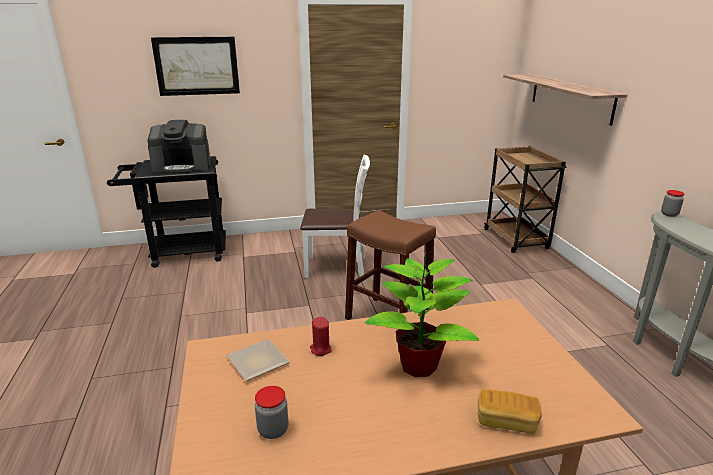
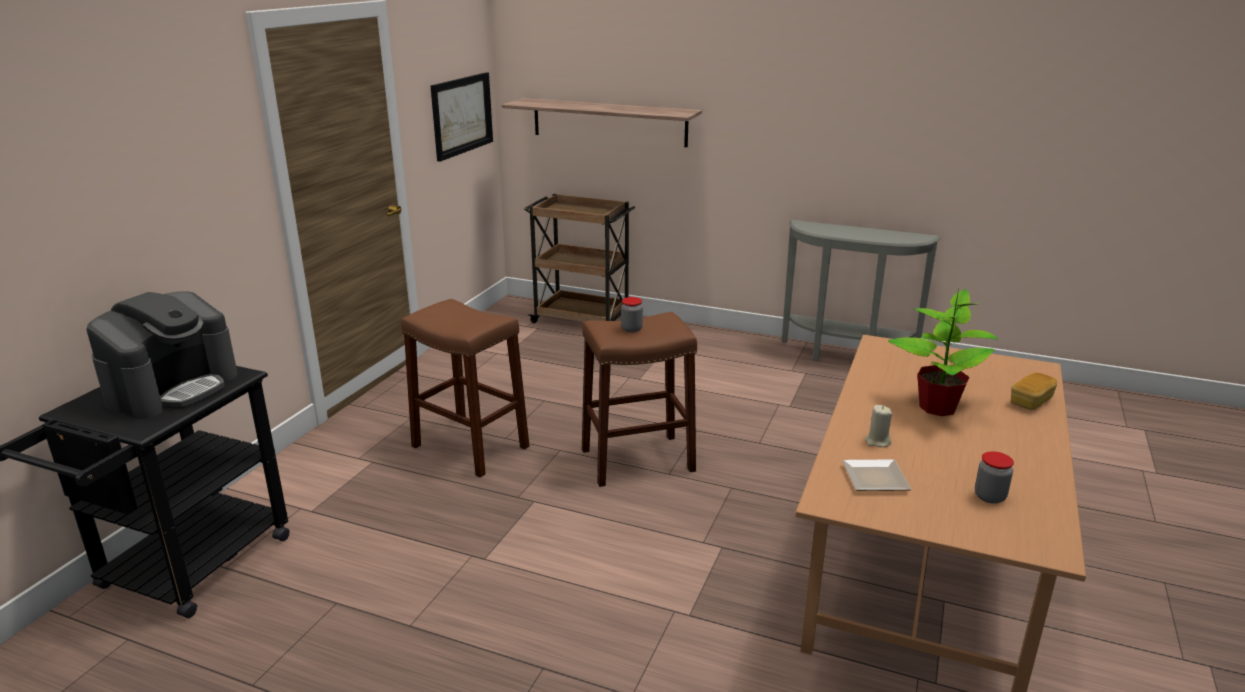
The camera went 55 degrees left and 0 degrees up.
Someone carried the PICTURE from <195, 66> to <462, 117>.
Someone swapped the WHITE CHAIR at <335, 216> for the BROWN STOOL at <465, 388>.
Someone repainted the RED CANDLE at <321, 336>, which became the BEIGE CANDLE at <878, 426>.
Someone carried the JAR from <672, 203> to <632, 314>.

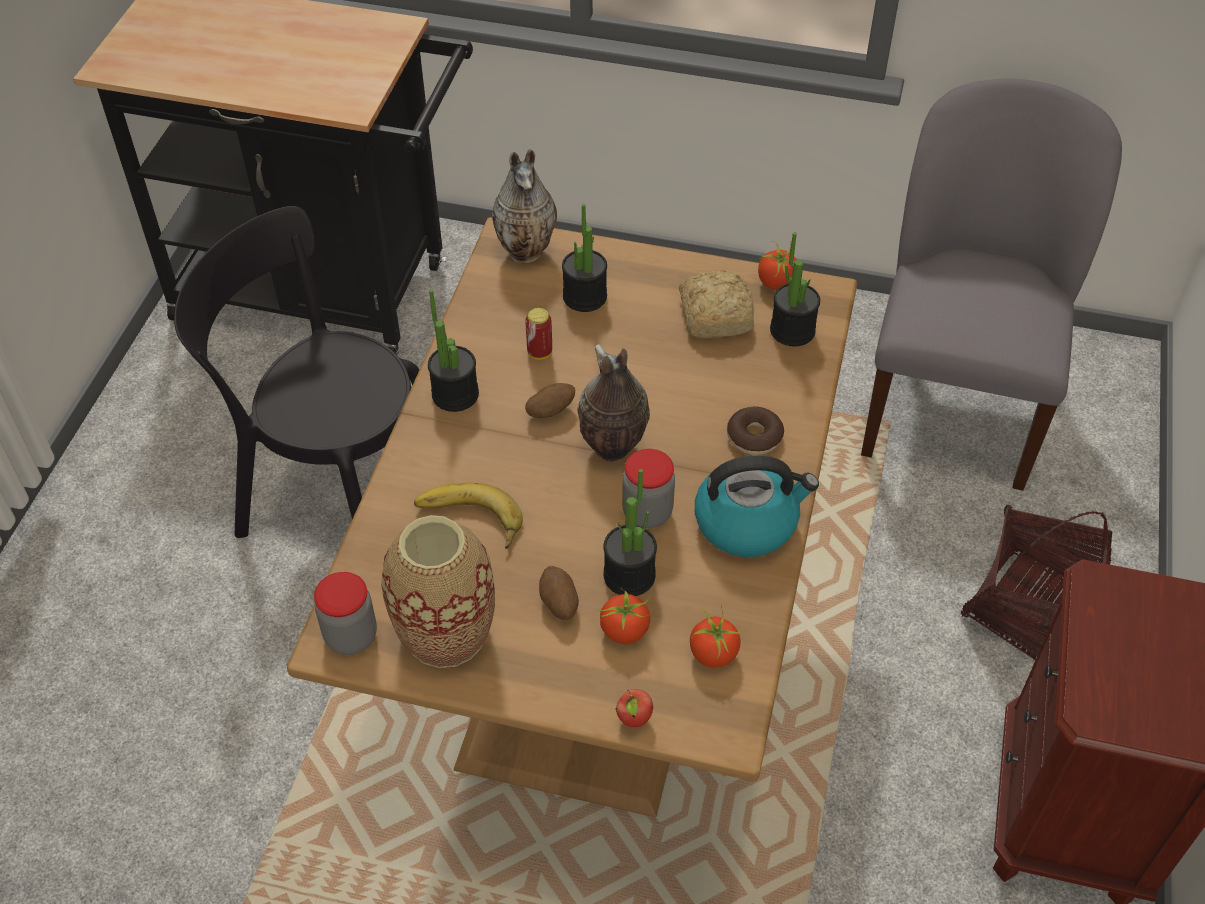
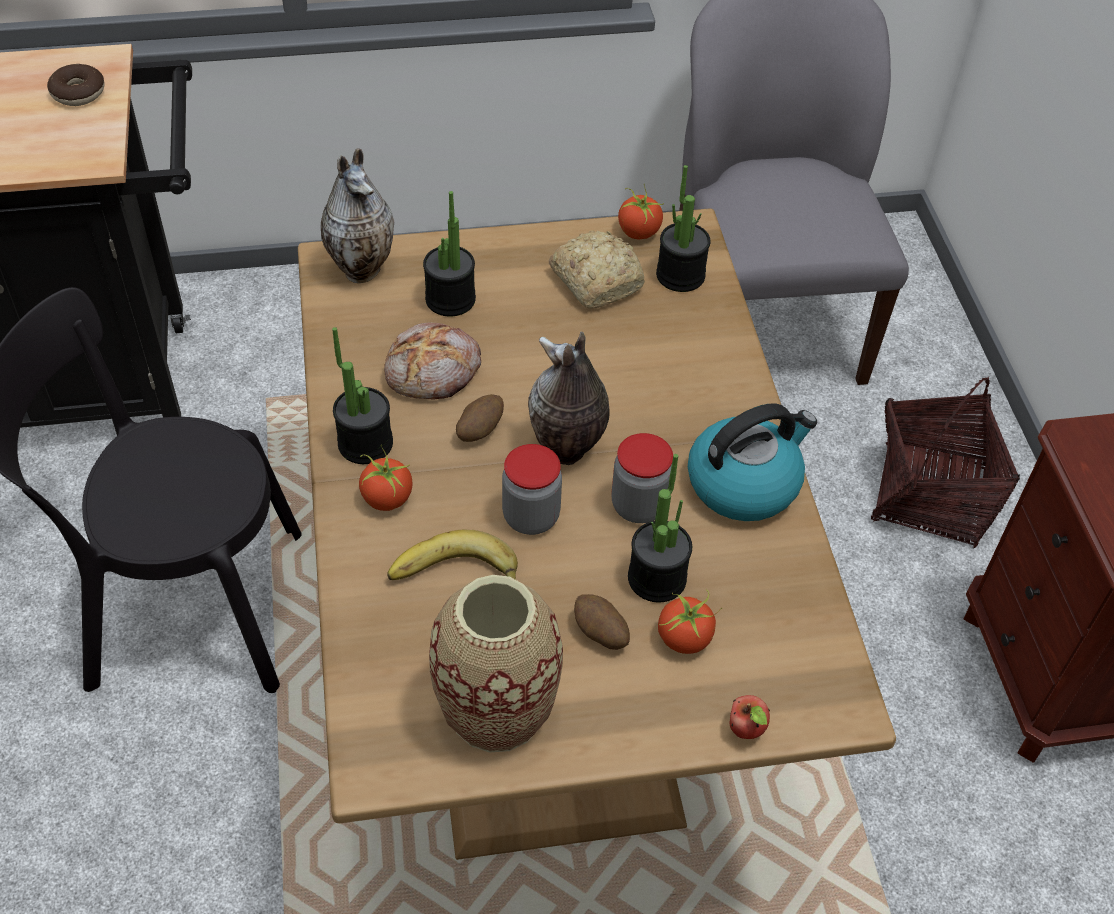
The camera went 25 degrees left and 0 degrees up.
Someone carried the JAR from <345, 613> to <532, 489>.
Someone swapped the CAN at <538, 334> for the BREAD at <432, 361>.
Someone carried the TOMATO from <716, 636> to <385, 478>.
Someone carried the DONUT from <755, 431> to <75, 85>.

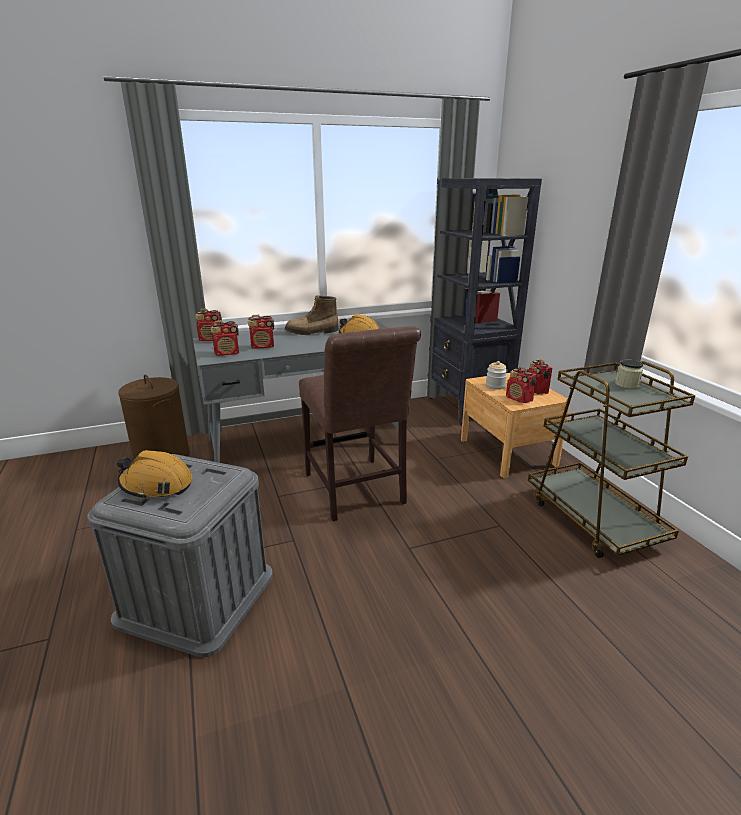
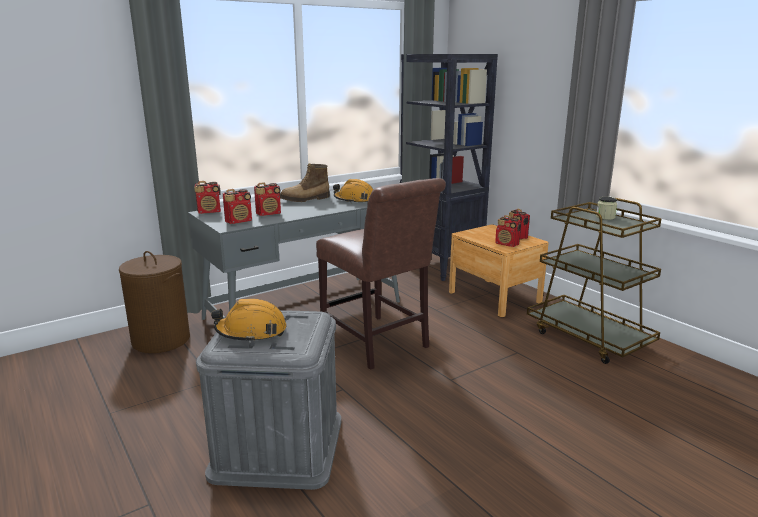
The camera went 15 degrees left and 5 degrees down.
Someone took away the JAR at <497, 375>.

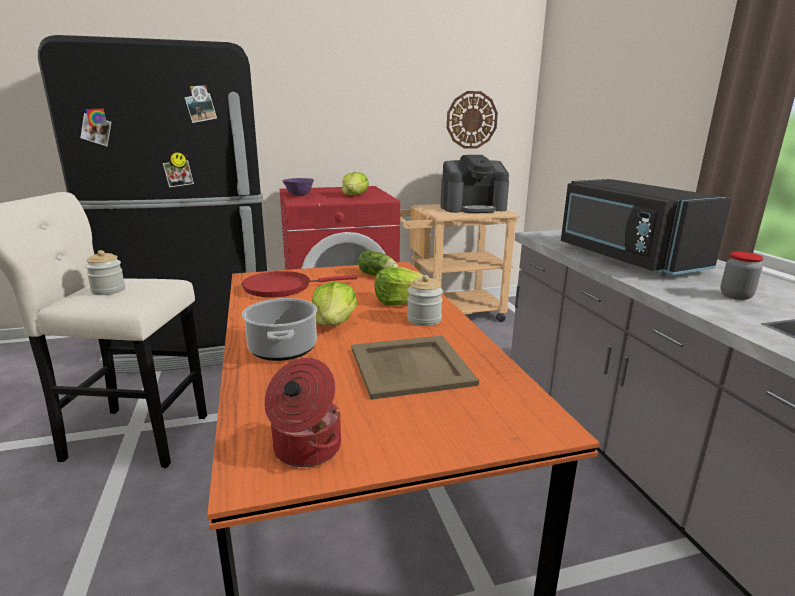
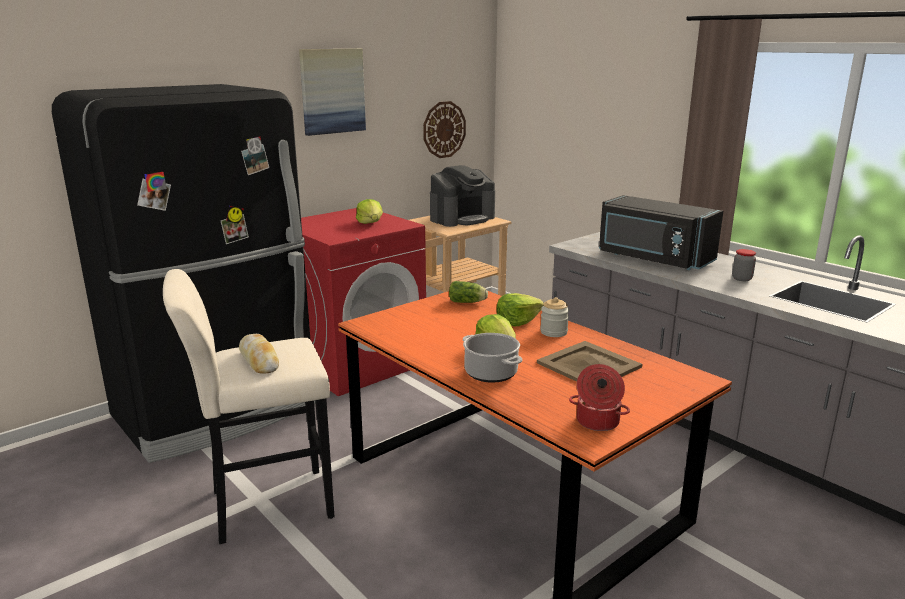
The camera went 25 degrees left and 0 degrees up.
Someone swapped the JAR at <105, 272> for the BREAD at <259, 354>.
Someone took away the RED FRYING PAN at <299, 284>.
Someone took away the PURPLE BOWL at <298, 187>.
Someone put up the PICTURE at <332, 92>.

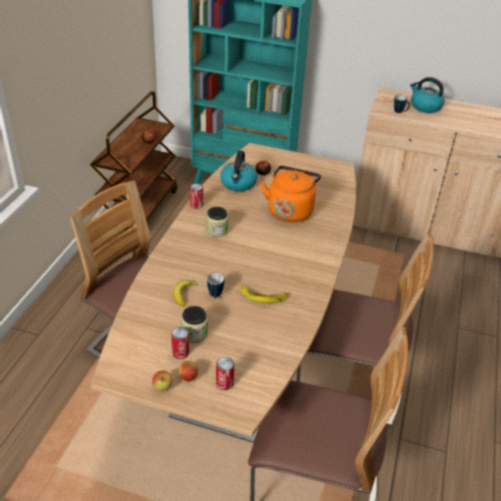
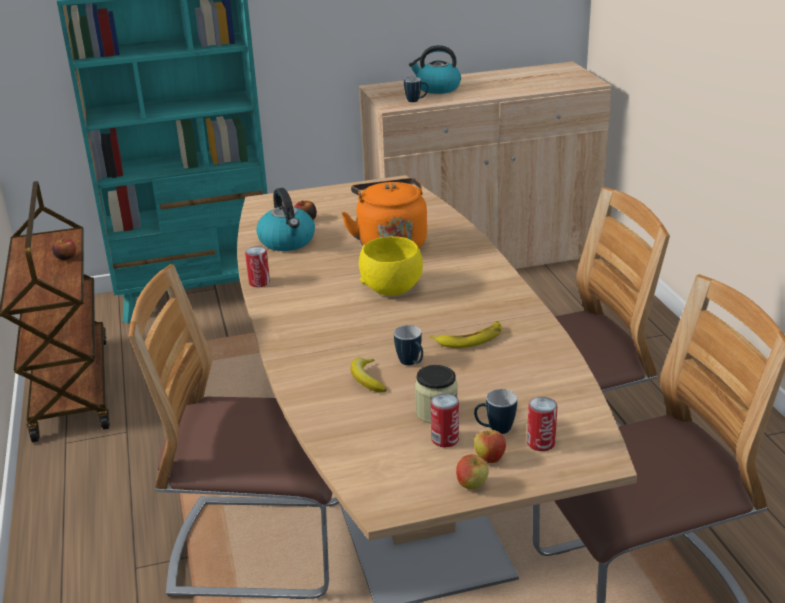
The camera went 30 degrees left and 10 degrees down.
Someone took away the JAR at <217, 222>.
Someone put down the YELLOW BOWL at <391, 266>.
Someone put down the MUG at <495, 411>.

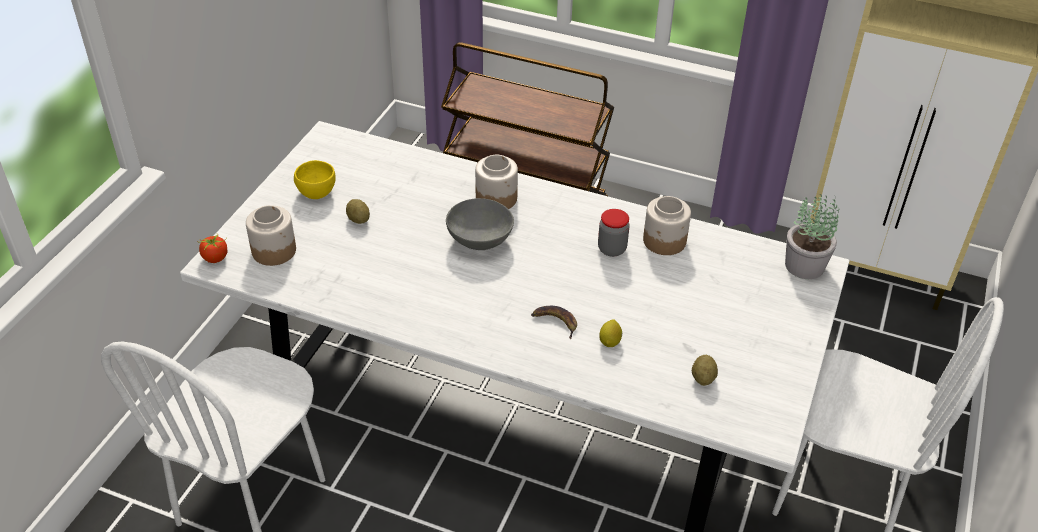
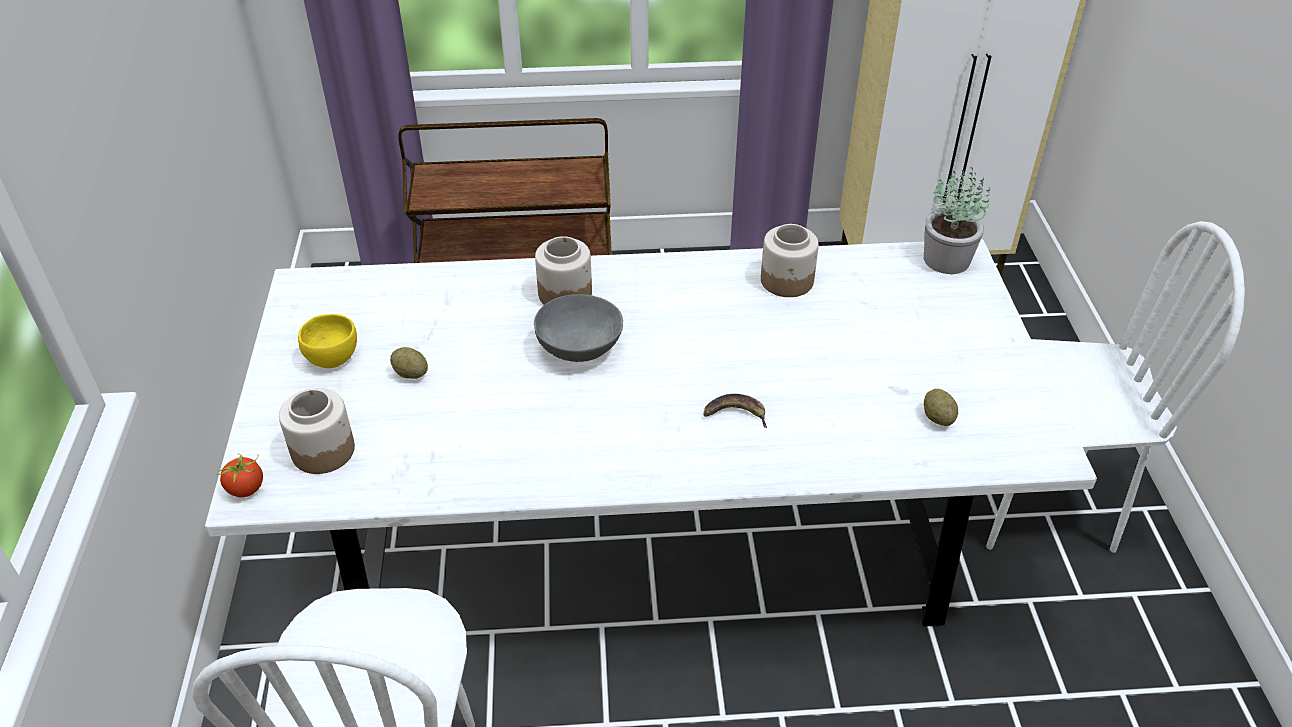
The camera went 25 degrees left and 0 degrees up.
Someone took away the JAR at <614, 233>.
Someone took away the LEMON at <610, 333>.

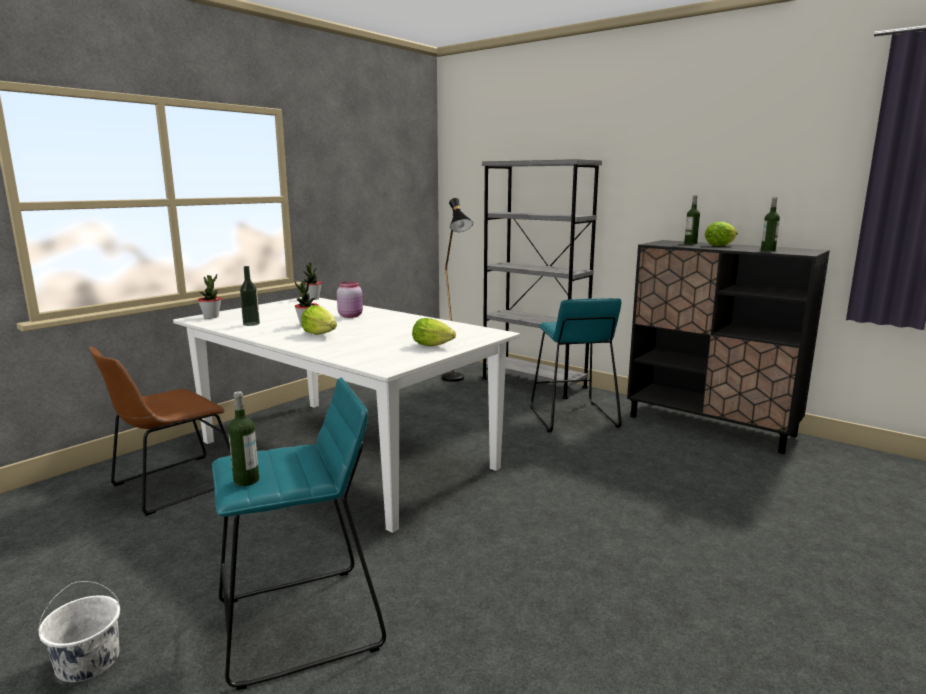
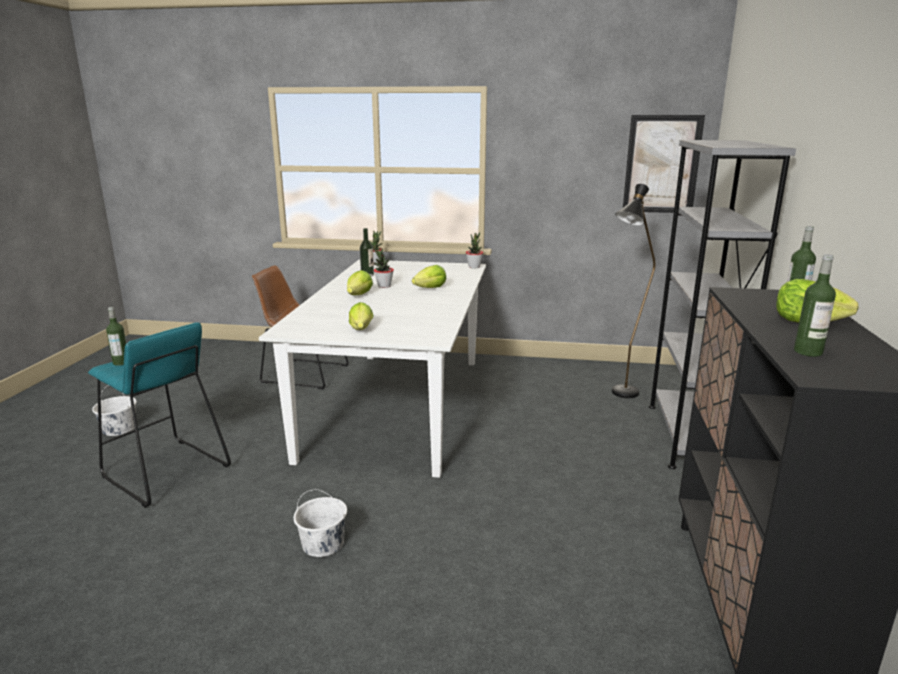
The camera went 60 degrees right and 5 degrees up.
Someone swapped the PINK JAR at <350, 299> for the LETTUCE at <429, 276>.
Someone took away the TURQUOISE STOOL at <576, 365>.
Someone put down the WHITE BUCKET at <320, 523>.
Someone put up the PICTURE at <664, 164>.

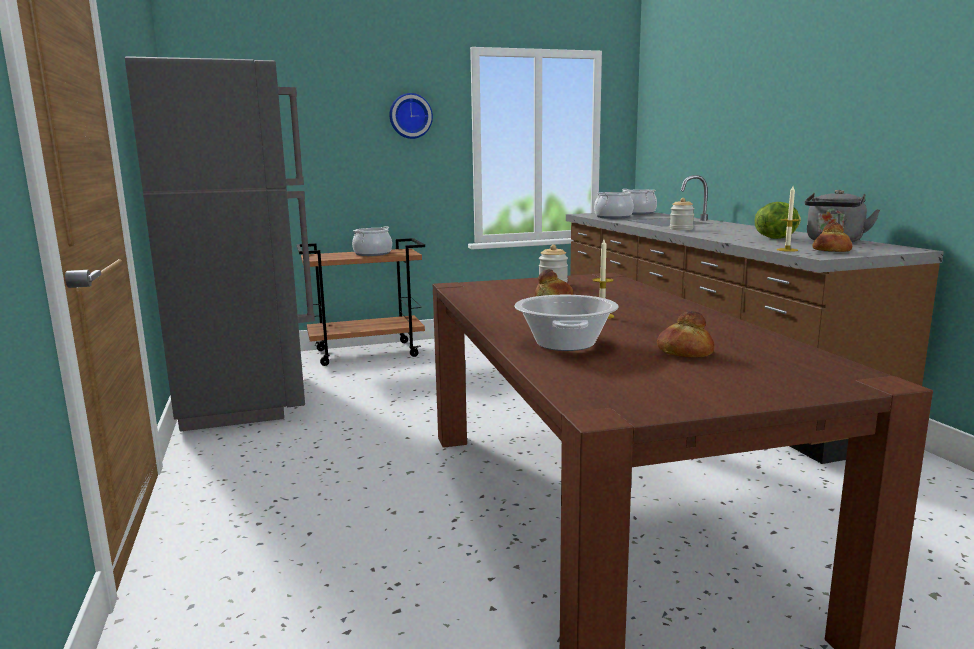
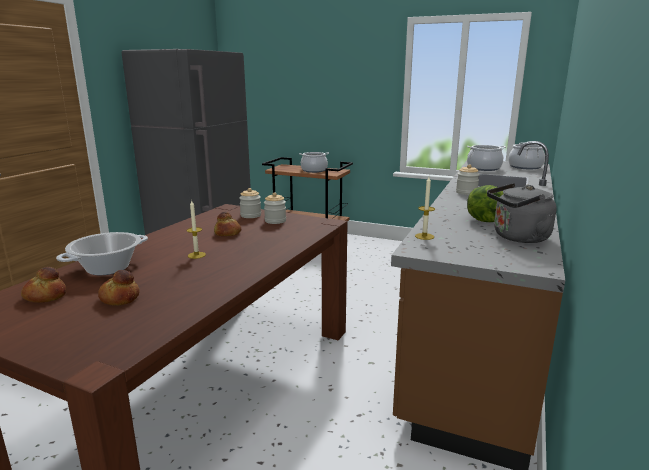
The camera went 40 degrees right and 5 degrees up.
Someone took away the WALL CLOCK at <411, 116>.
Someone carried the BREAD from <832, 237> to <43, 285>.
Someone put down the JAR at <250, 203>.

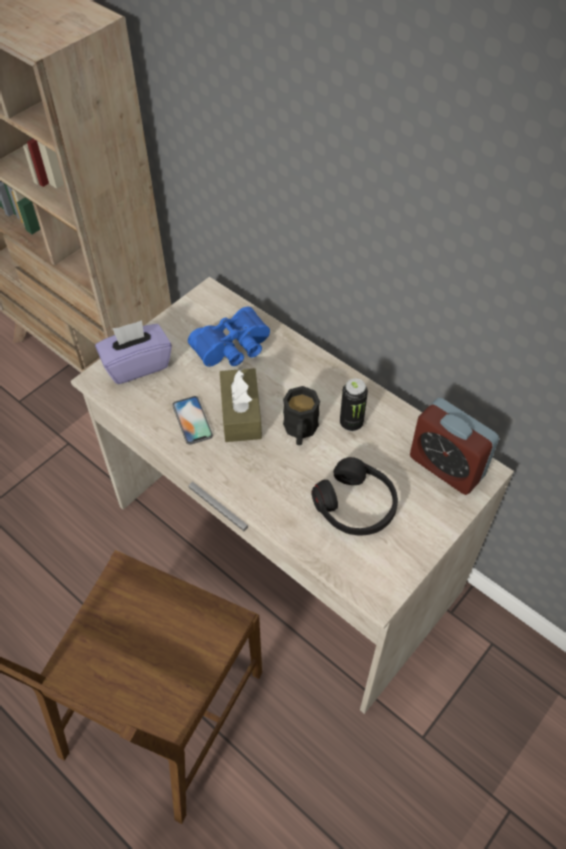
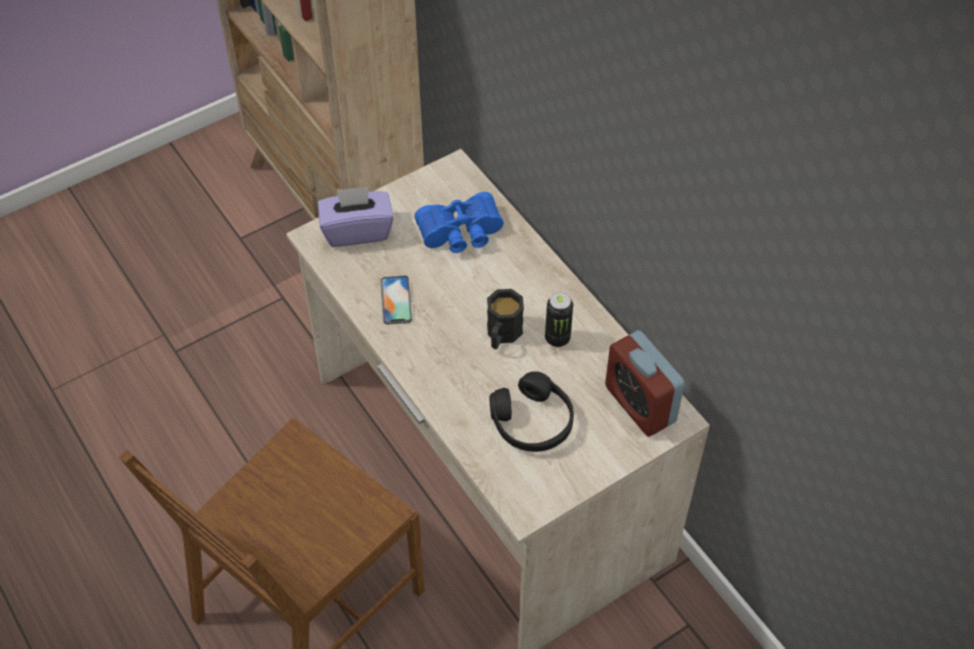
The camera went 15 degrees right and 0 degrees up.
Someone took away the BROWN TISSUE BOX at <241, 405>.

